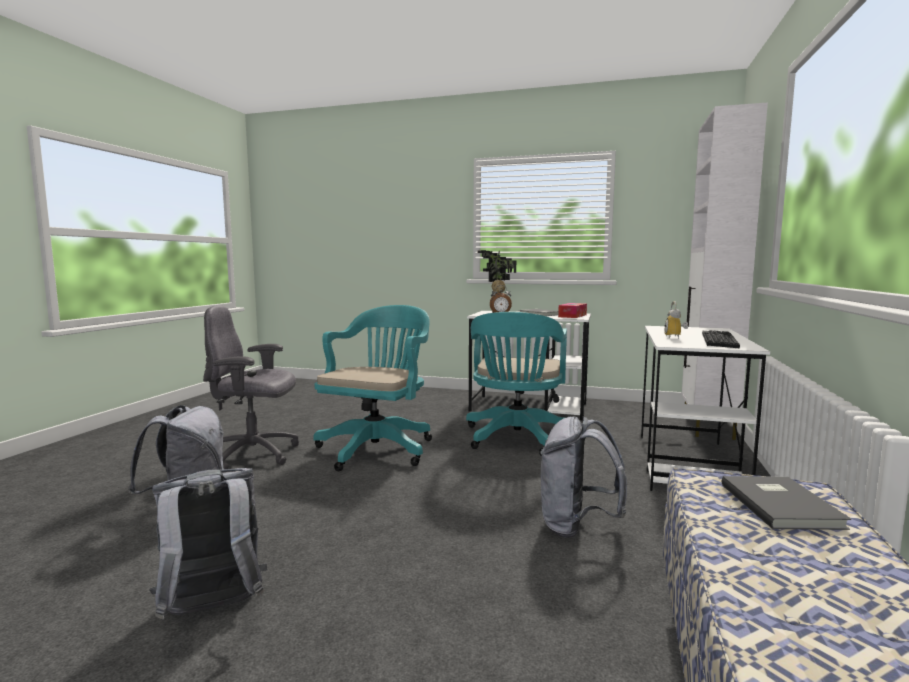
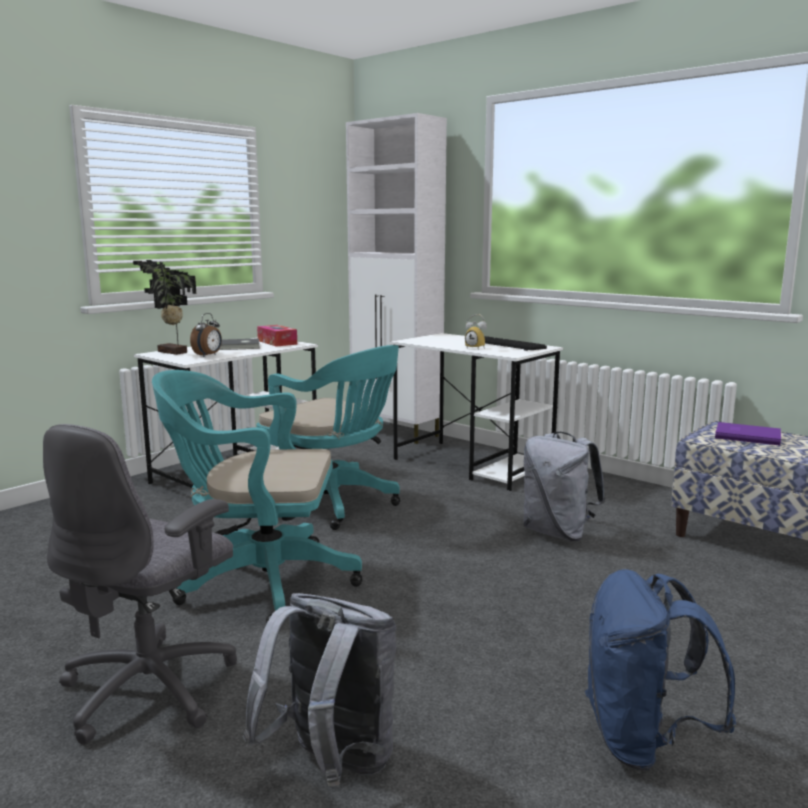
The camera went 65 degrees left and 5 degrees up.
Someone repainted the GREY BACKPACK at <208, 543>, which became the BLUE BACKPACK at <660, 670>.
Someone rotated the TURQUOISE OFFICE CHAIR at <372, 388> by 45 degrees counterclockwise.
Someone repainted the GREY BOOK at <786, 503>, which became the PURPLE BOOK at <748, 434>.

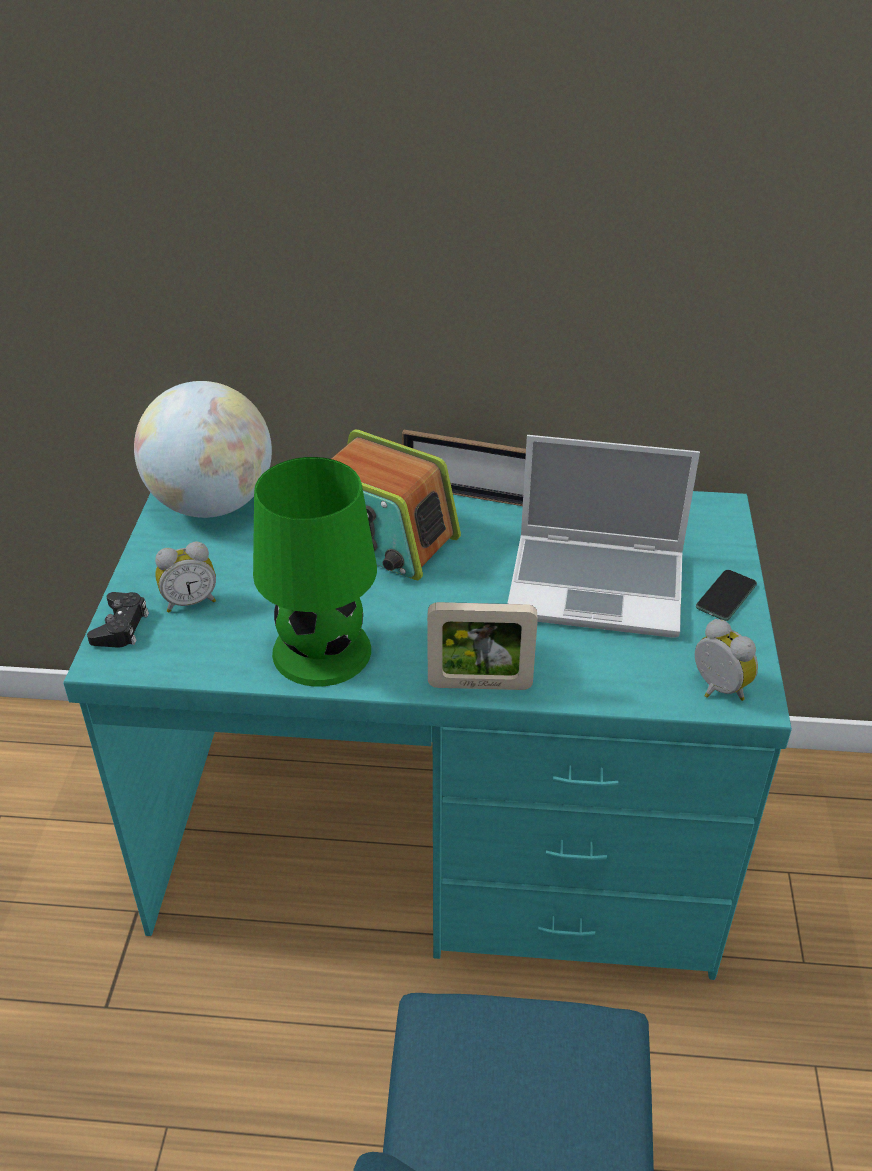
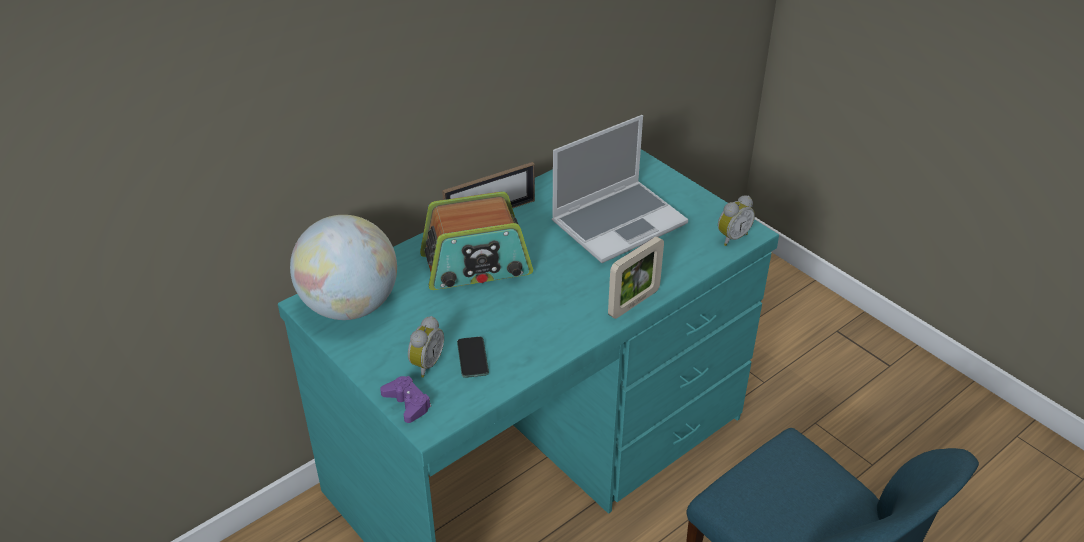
The camera went 45 degrees left and 0 degrees up.
Someone repainted the BLACK GAME CONTROLLER at <118, 620>, which became the PURPLE GAME CONTROLLER at <405, 399>.
Someone took away the GREEN TABLE LAMP at <315, 572>.
Someone rotated the ALARM CLOCK at <726, 660> by 135 degrees clockwise.
Someone carried the PHONE from <726, 595> to <473, 357>.

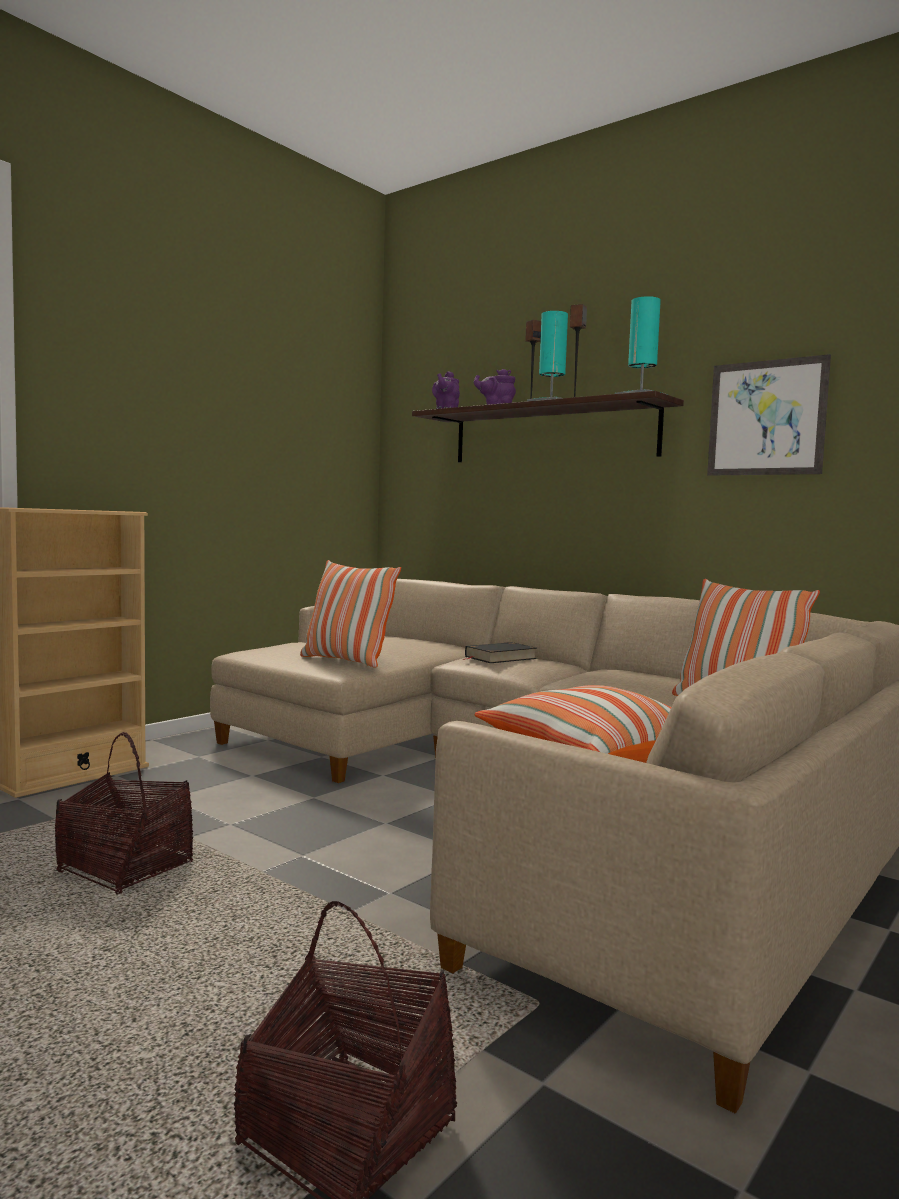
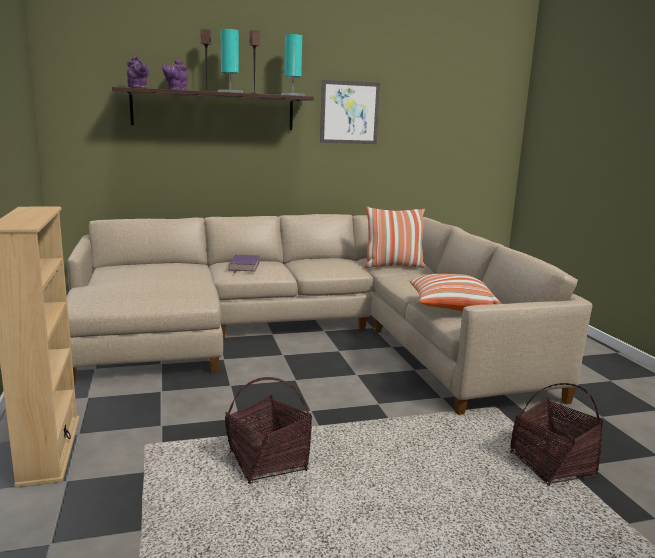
The camera went 55 degrees left and 10 degrees up.
Someone took away the PILLOW at <350, 614>.
Someone repainted the BLACK BOOK at <500, 652>, which became the PURPLE BOOK at <244, 264>.

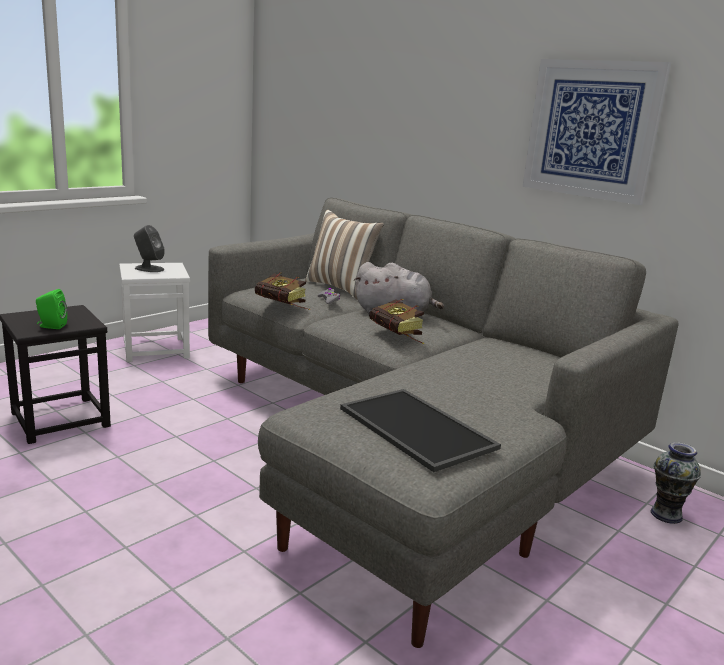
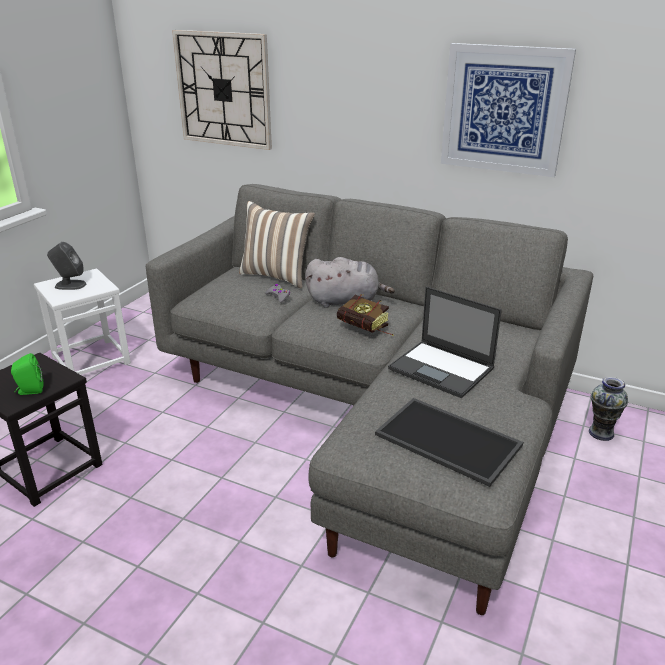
The camera went 15 degrees left and 10 degrees up.
Someone took away the BOOK at <282, 291>.
Someone put up the WALL CLOCK at <222, 90>.
Someone put down the LAPTOP at <445, 342>.

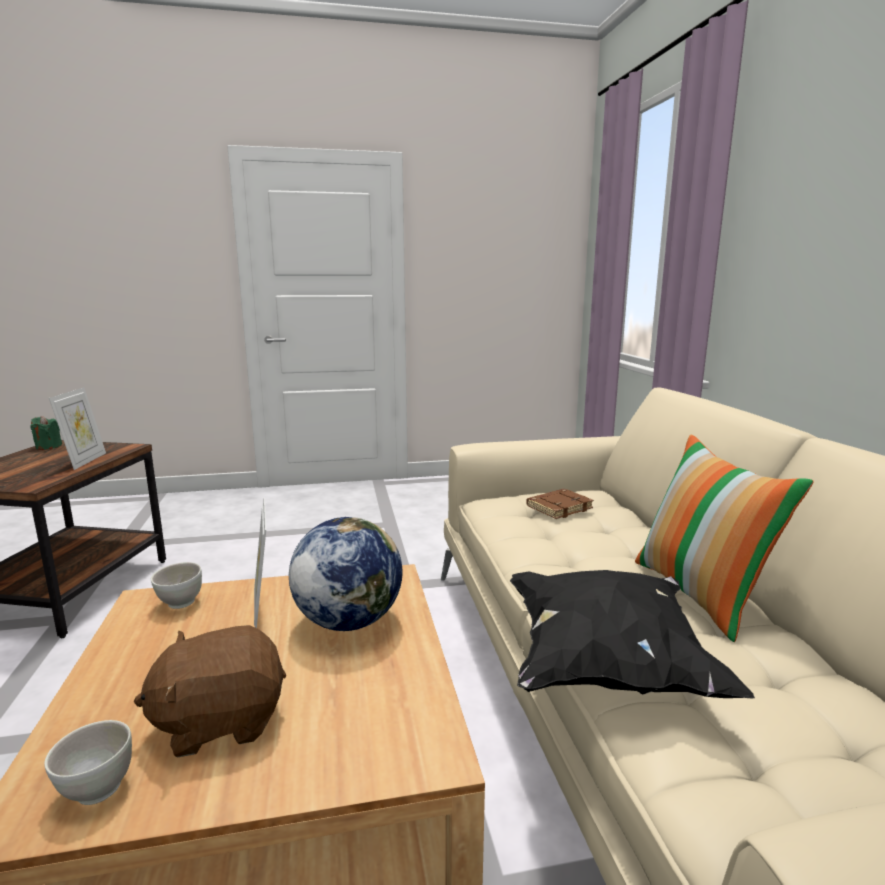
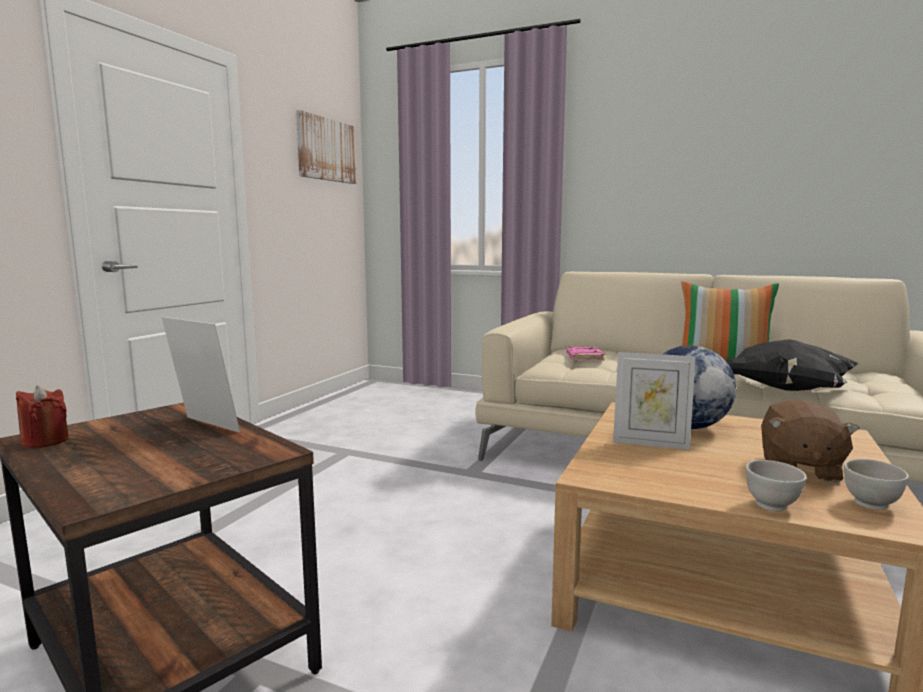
The camera went 55 degrees left and 5 degrees down.
Someone repainted the GREEN CANDLE at <46, 433>, which became the RED CANDLE at <42, 416>.
Someone carried the WHITE BOWL from <176, 585> to <776, 485>.
Someone repainted the BROWN BOOK at <560, 504>, which became the PINK BOOK at <585, 353>.
Someone put up the PICTURE at <326, 147>.

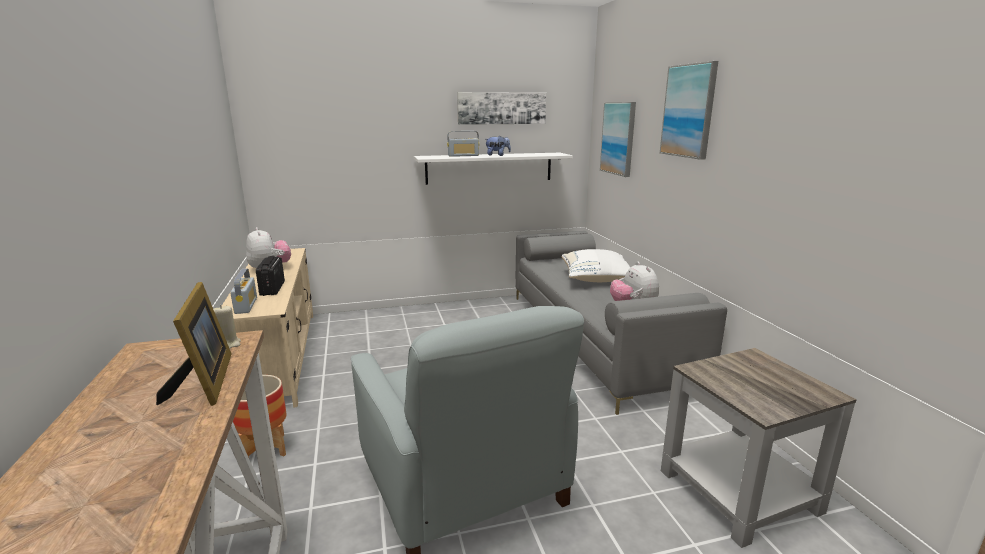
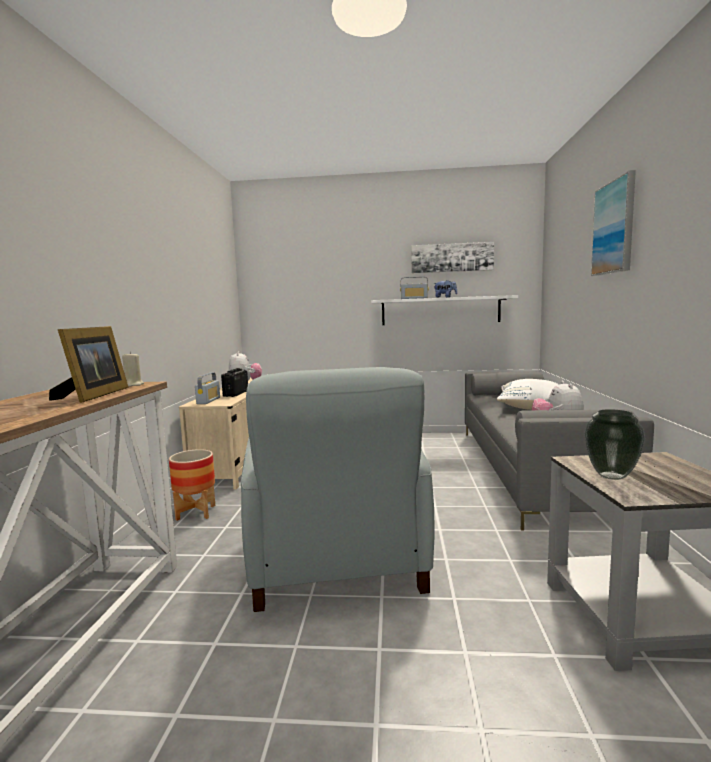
The camera went 20 degrees right and 10 degrees down.
Someone took away the PICTURE at <618, 139>.
Someone put down the VASE at <614, 444>.

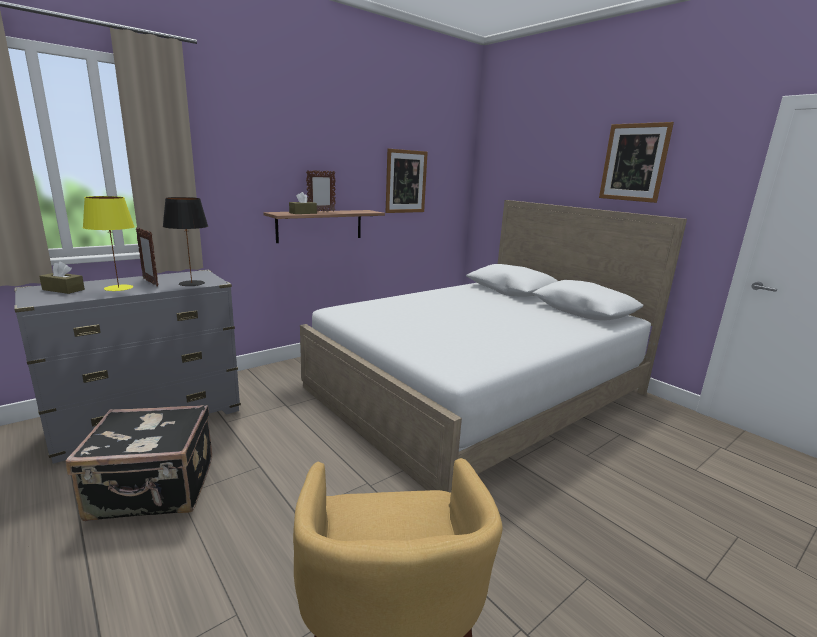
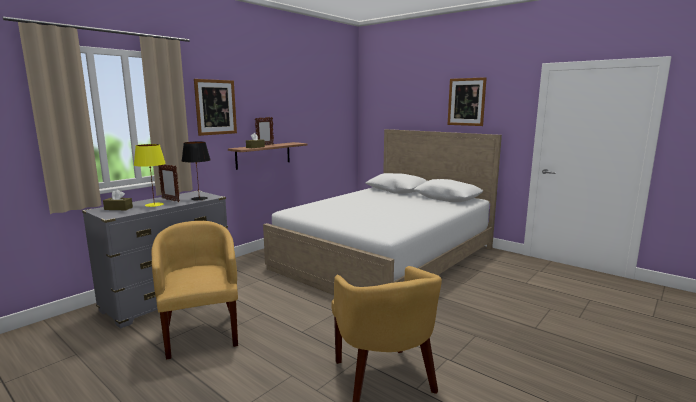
The camera went 10 degrees left and 5 degrees down.
Someone swapped the BLACK SUITCASE at <139, 462> for the YELLOW ARMCHAIR at <194, 290>.
Someone carried the PICTURE from <407, 181> to <215, 107>.

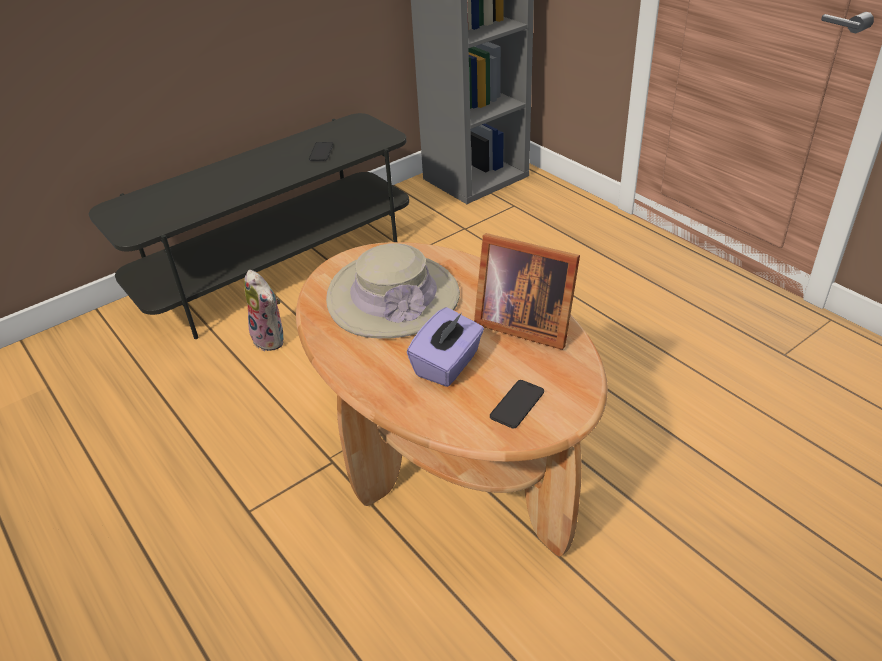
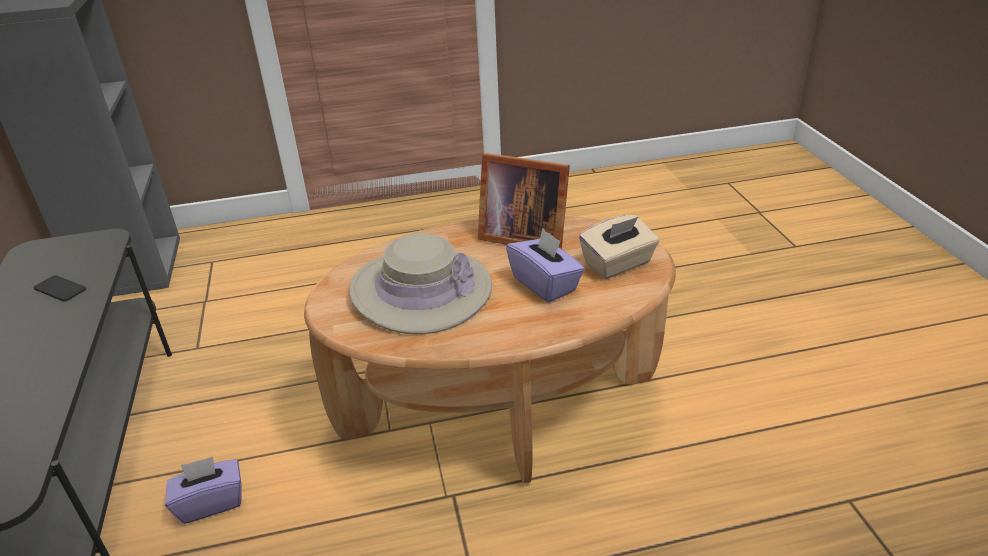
The camera went 65 degrees left and 5 degrees down.
Someone swapped the PLUSH TOY at <264, 310> for the PURPLE TISSUE BOX at <203, 490>.
Someone rotated the PICTURE FRAME at <527, 291> by 60 degrees clockwise.
Someone swapped the PHONE at <517, 404> for the BEIGE TISSUE BOX at <619, 247>.

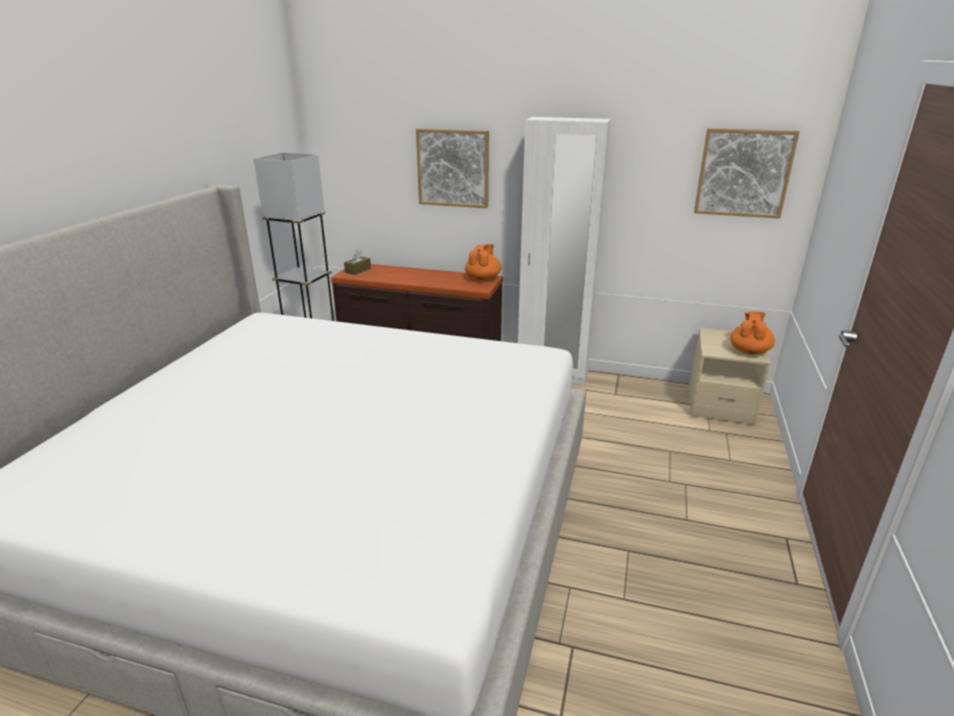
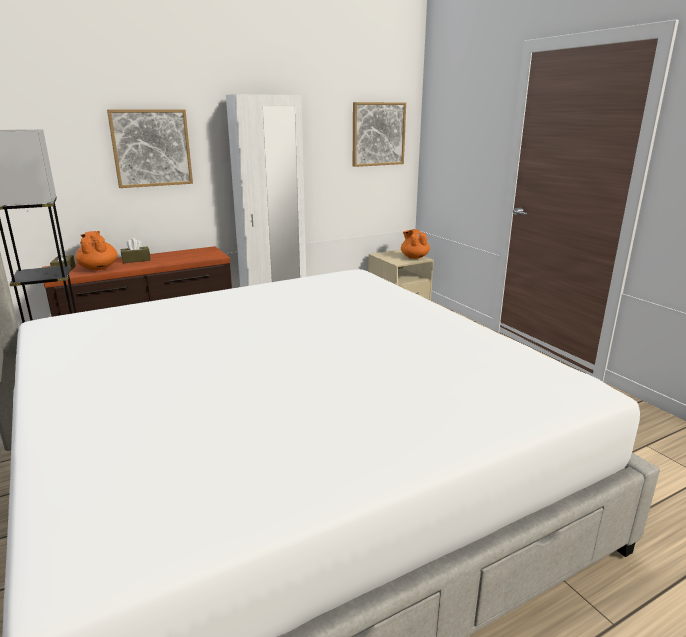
The camera went 45 degrees left and 5 degrees down.
Someone carried the ORANGE TEAPOT from <483, 262> to <96, 250>.
Someone put down the BROWN TISSUE BOX at <136, 250>.

